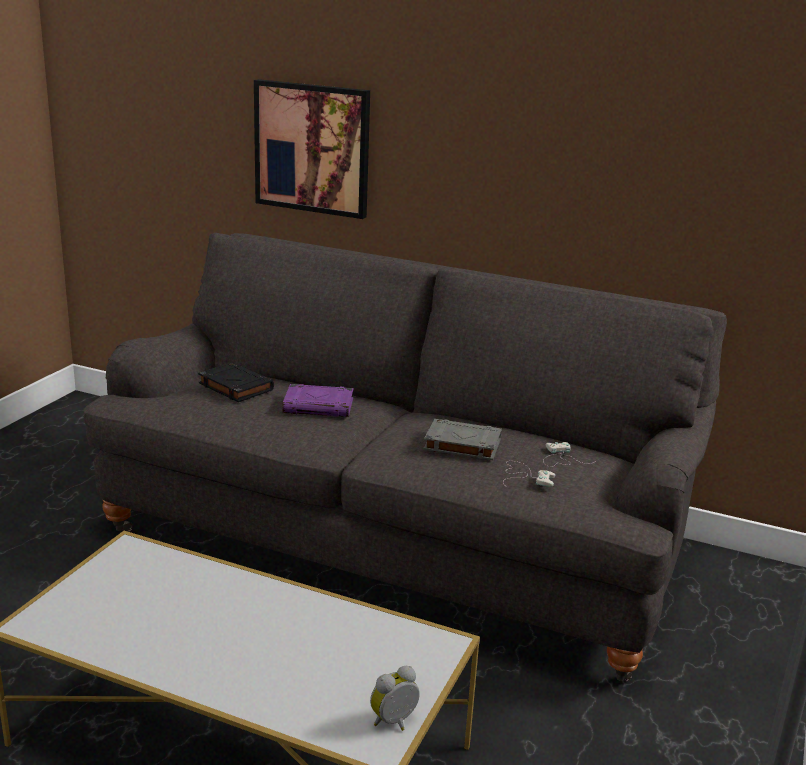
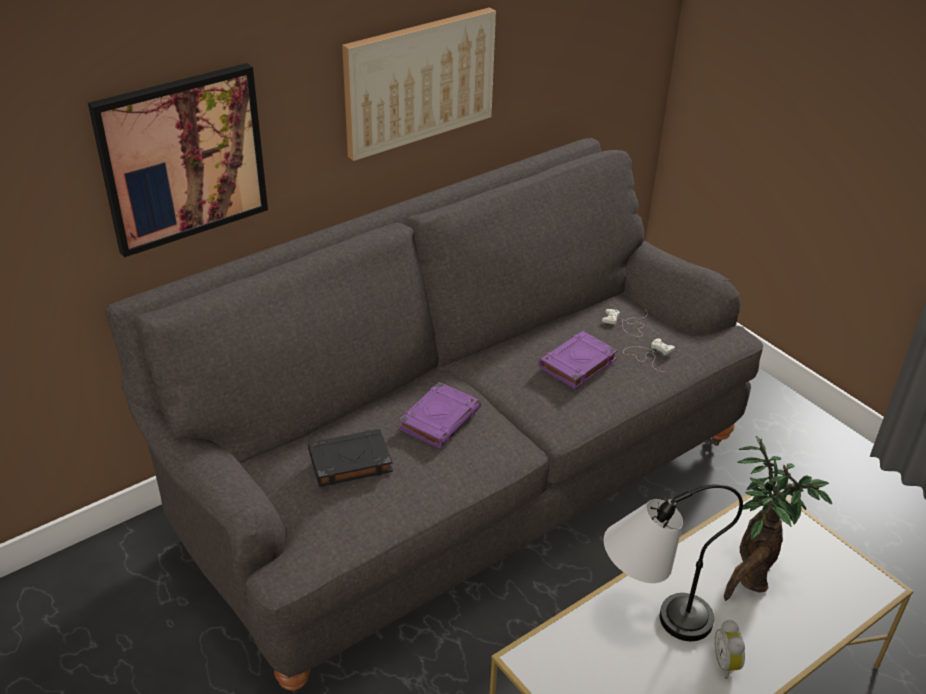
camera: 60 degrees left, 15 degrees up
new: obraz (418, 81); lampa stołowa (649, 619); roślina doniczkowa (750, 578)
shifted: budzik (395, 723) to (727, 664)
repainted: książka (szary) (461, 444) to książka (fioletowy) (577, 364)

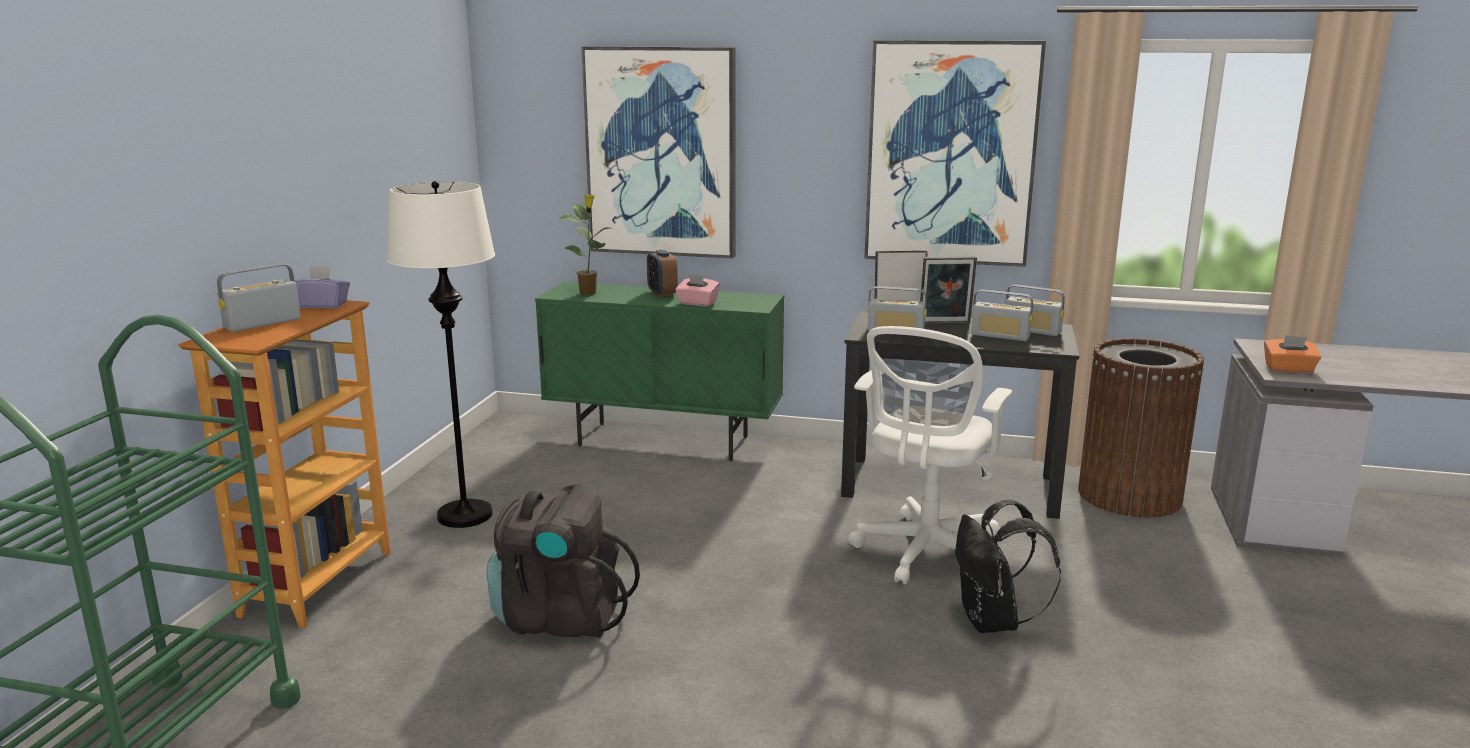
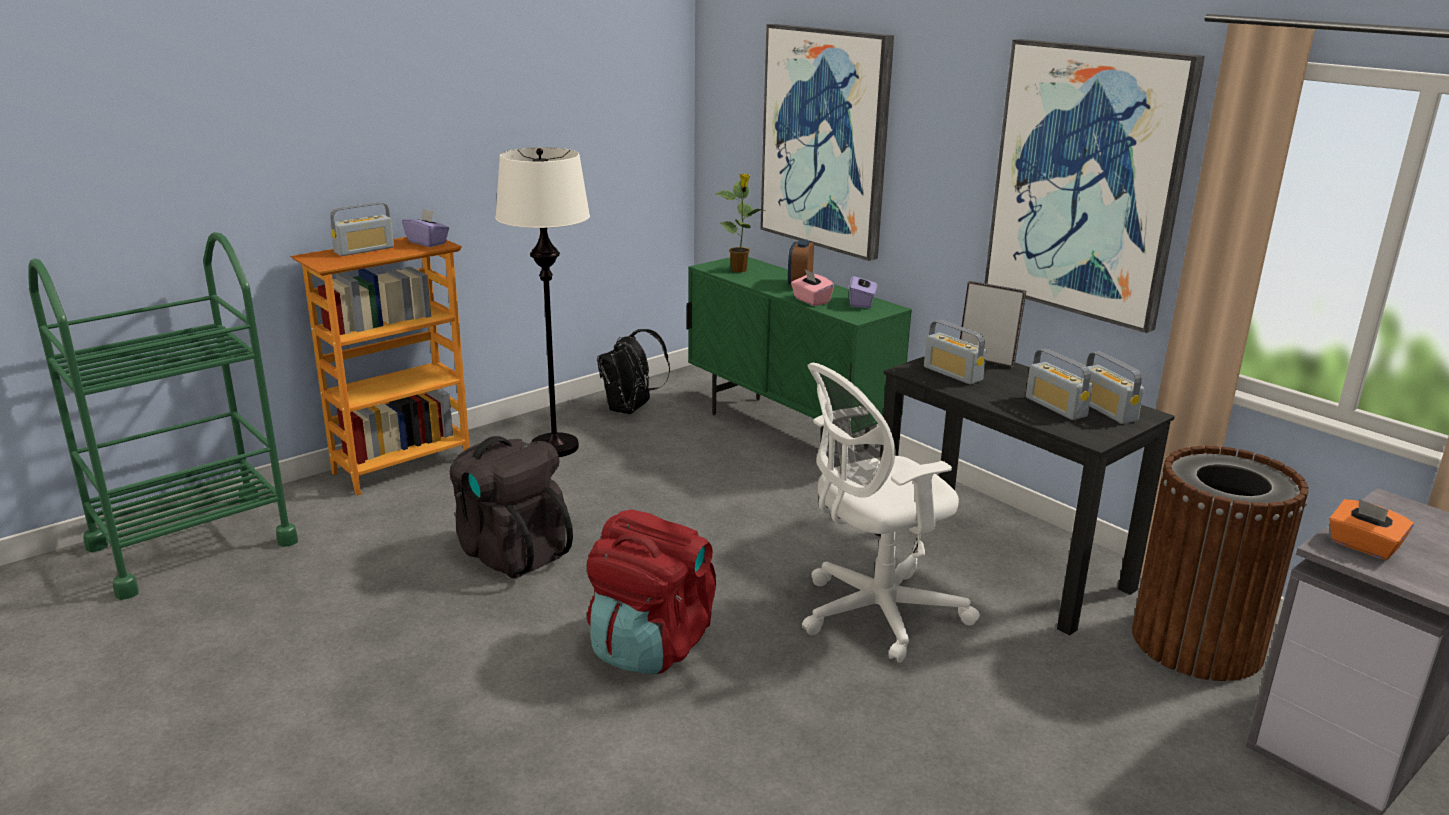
camera: 35 degrees right, 5 degrees up
gone: ramka na zdjęcie (945, 324)
new: plecak (czerwony) (650, 645); pudełko chusteczek (fioletowy) (862, 303)
shifted: plecak (czarny) (993, 622) to (630, 410)
rotated: radio (262, 323) = (364, 250) 150 degrees clockwise

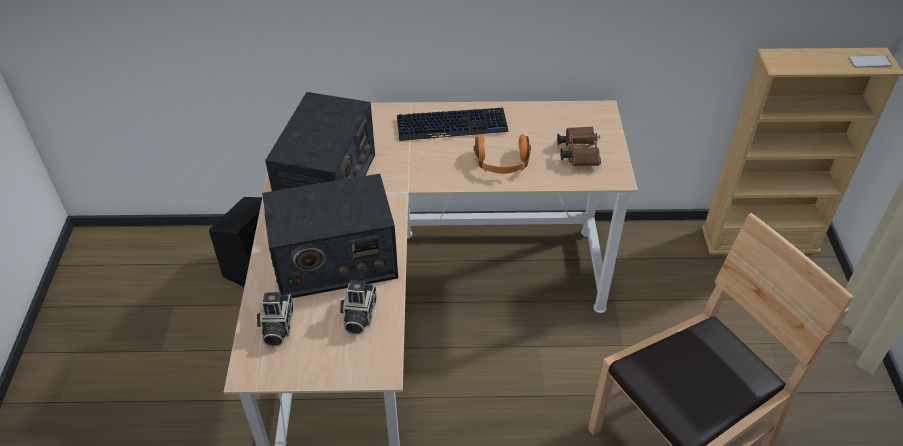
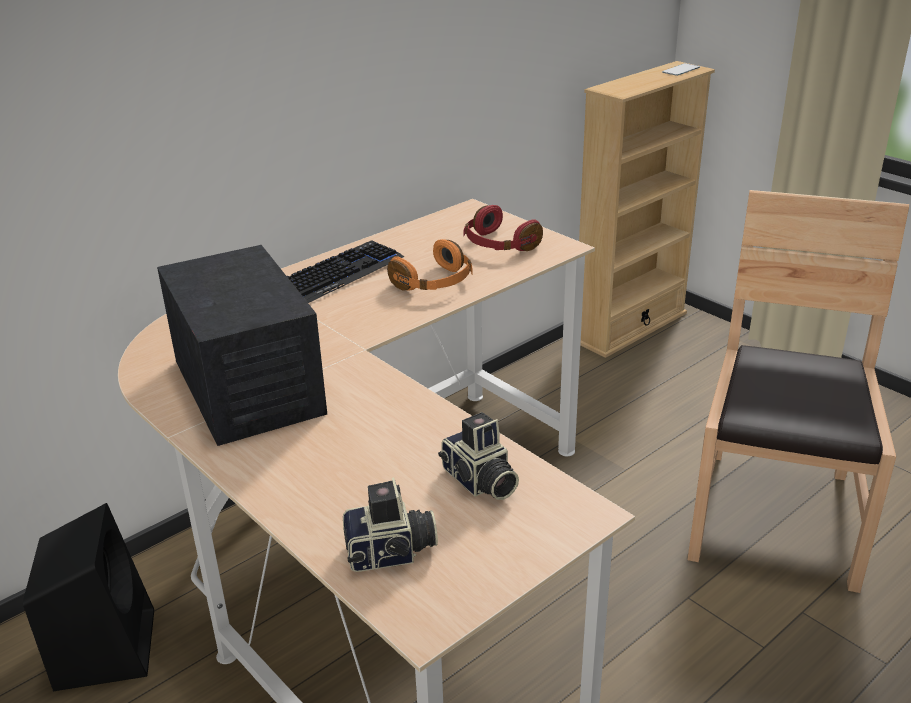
camera: 40 degrees left, 15 degrees down
gone: radio (334, 262)
swapped: lornetka (brązowy) (578, 153) to słuchawki (czerwony) (498, 245)
rotated: aparat fotograficzny (276, 327) = (391, 554) 60 degrees counterclockwise

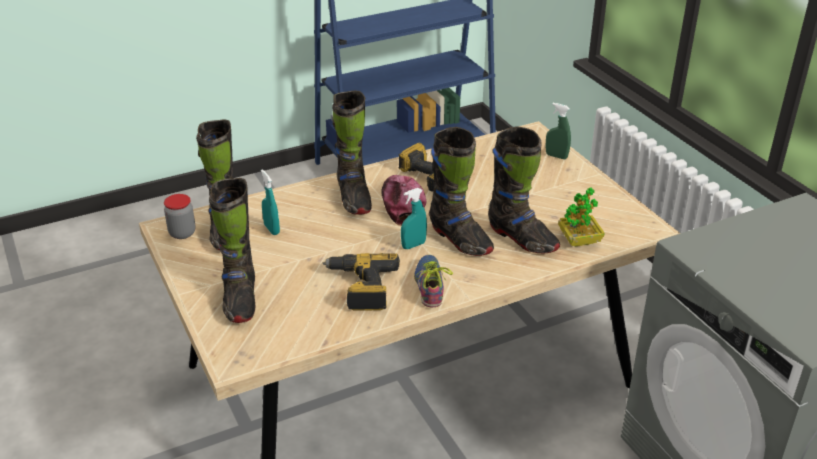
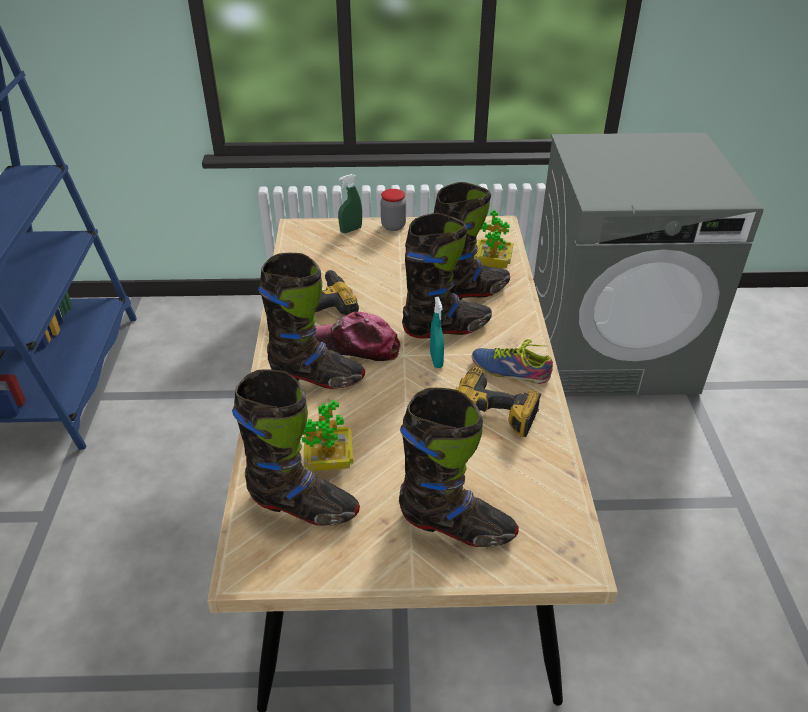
camera: 65 degrees left, 5 degrees up
shifted: słoik (182, 233) to (393, 226)
swapped: spryskiwacz (turkusowy) (271, 229) to roślina doniczkowa (329, 461)

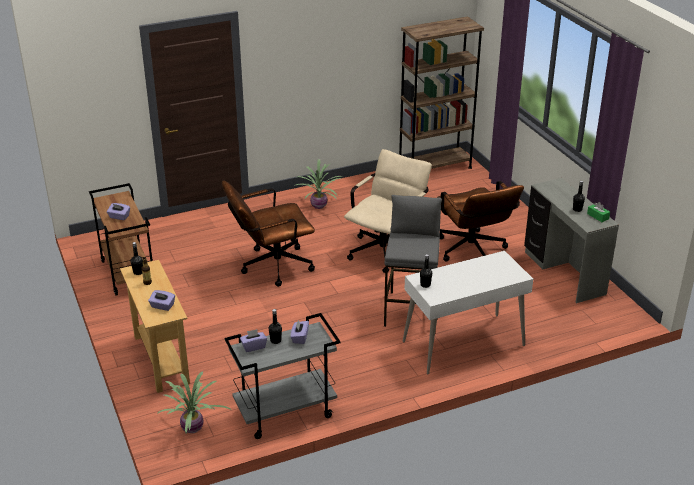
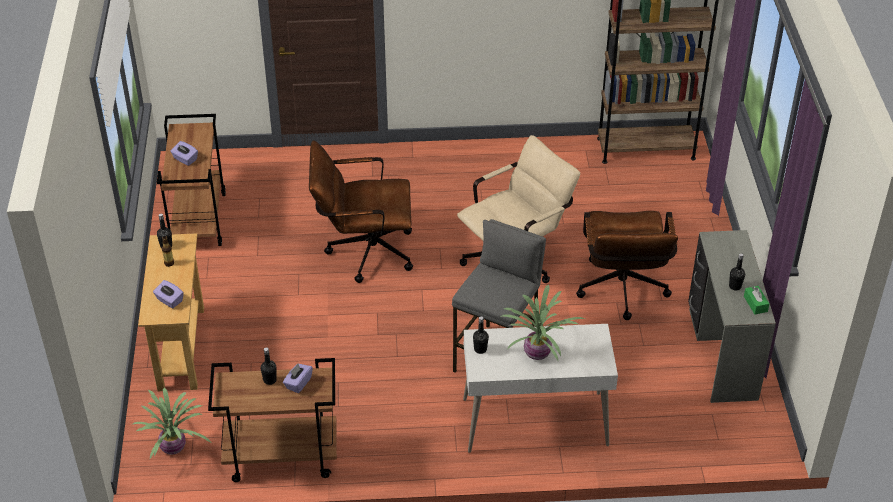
camera: 20 degrees right, 10 degrees up
gone: pudełko chusteczek (fioletowy) (253, 346)
shifted: roślina doniczkowa (320, 206) to (538, 354)
repainted: wózek (szary) (284, 413) to wózek (brązowy) (280, 458)

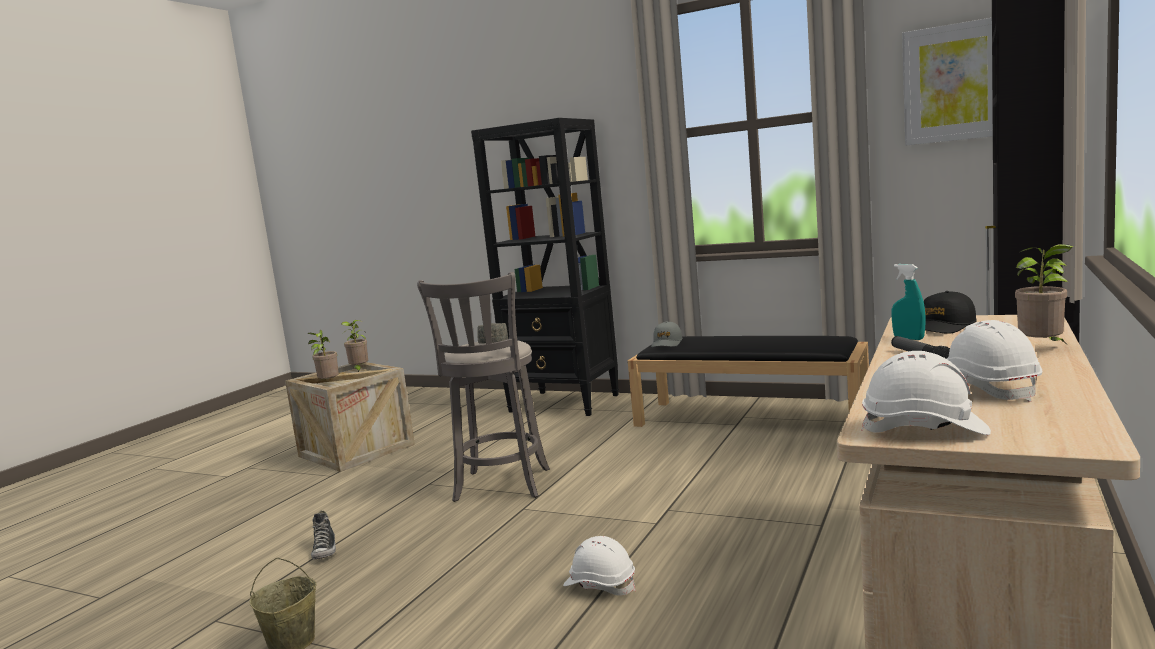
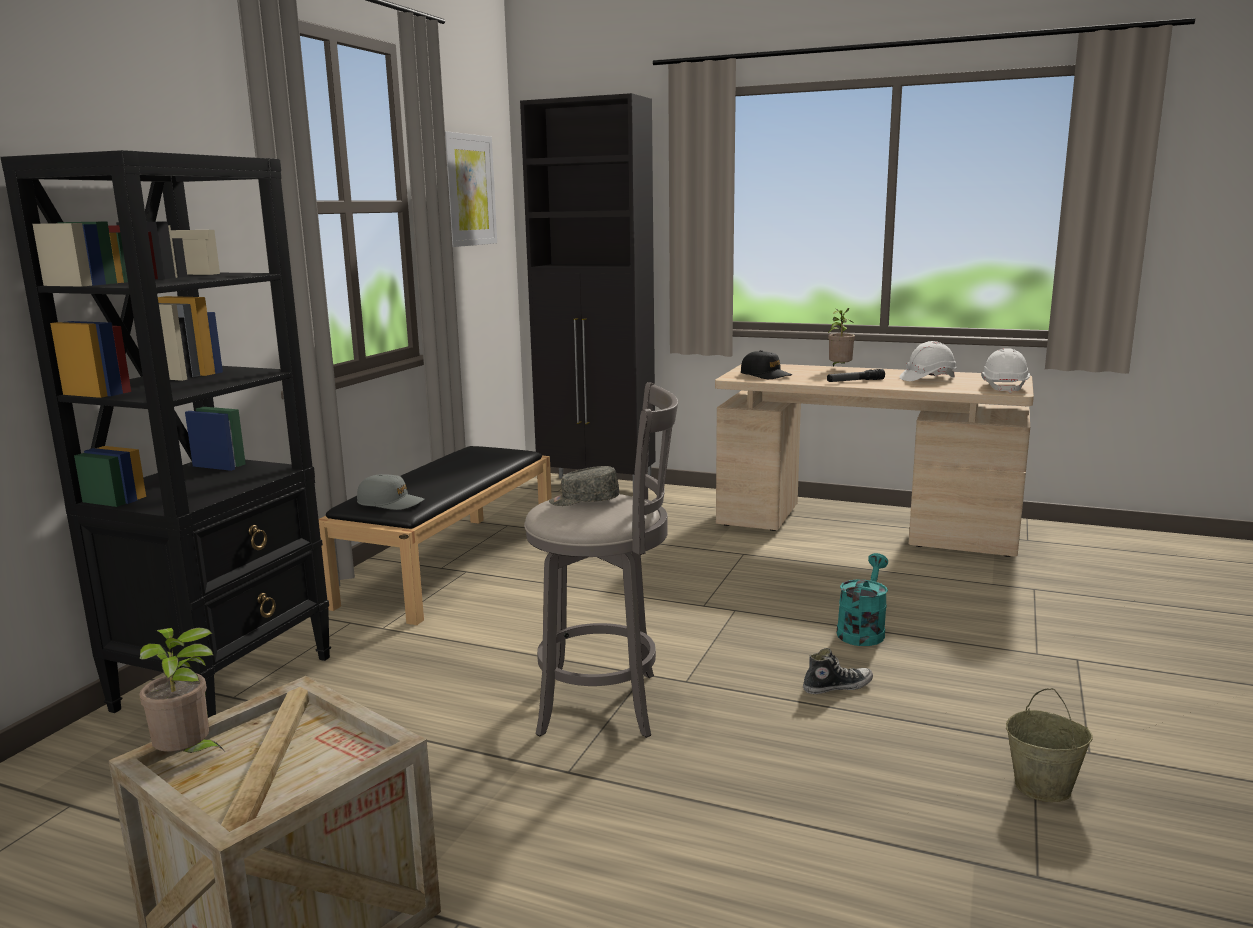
camera: 95 degrees left, 5 degrees up
gone: roślina doniczkowa (328, 384); spryskiwacz (turkusowy) (908, 338)
shifted: but (325, 550) to (837, 686)
swapped: kask (biały) (600, 585) to konewka (turkusowy) (862, 630)

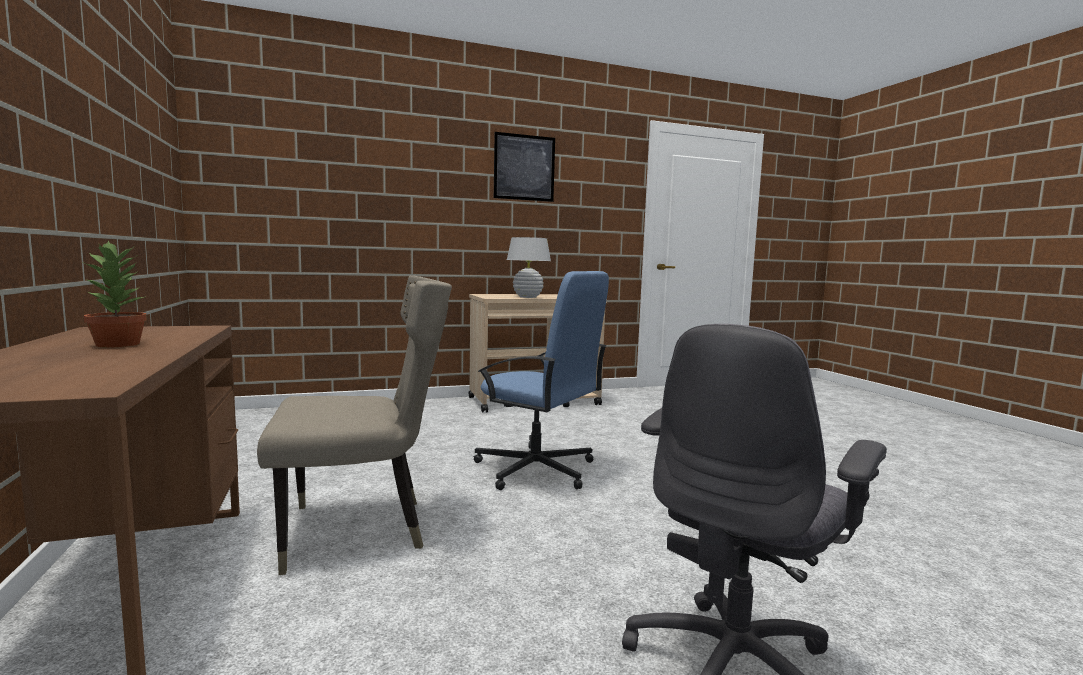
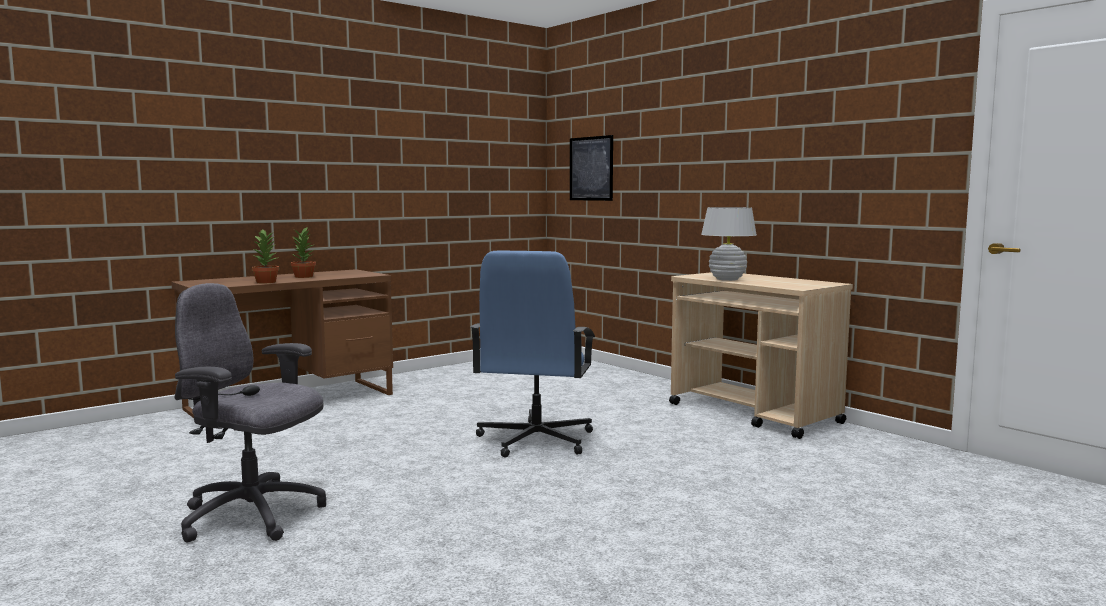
camera: 70 degrees right, 0 degrees up
gone: krzesło (beżowy) (362, 530)
new: roślina doniczkowa (266, 282)
shifted: obraz (524, 167) to (591, 168)

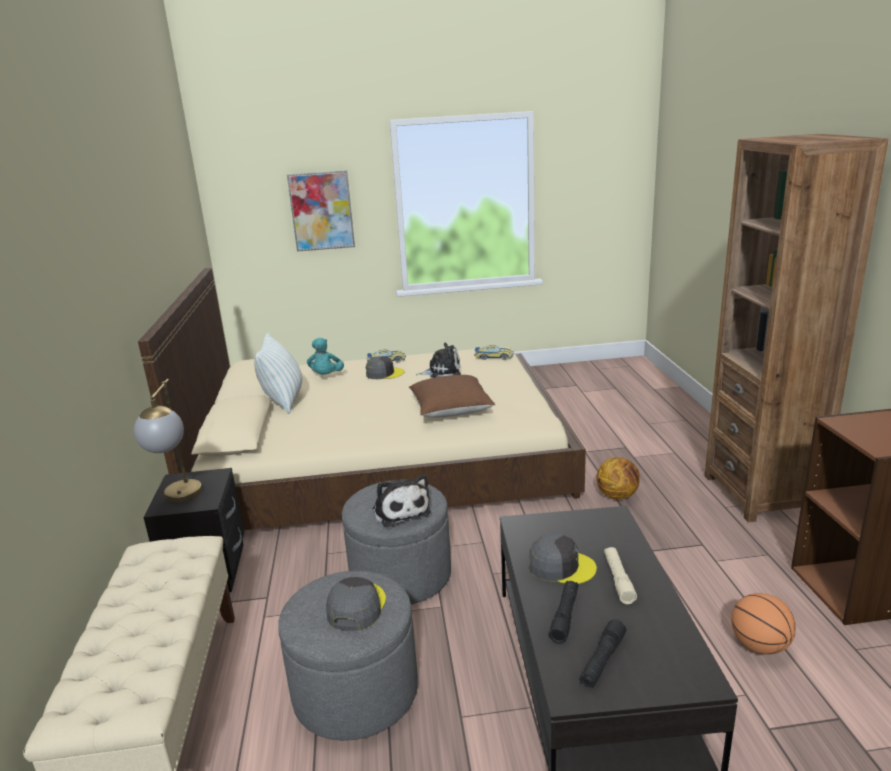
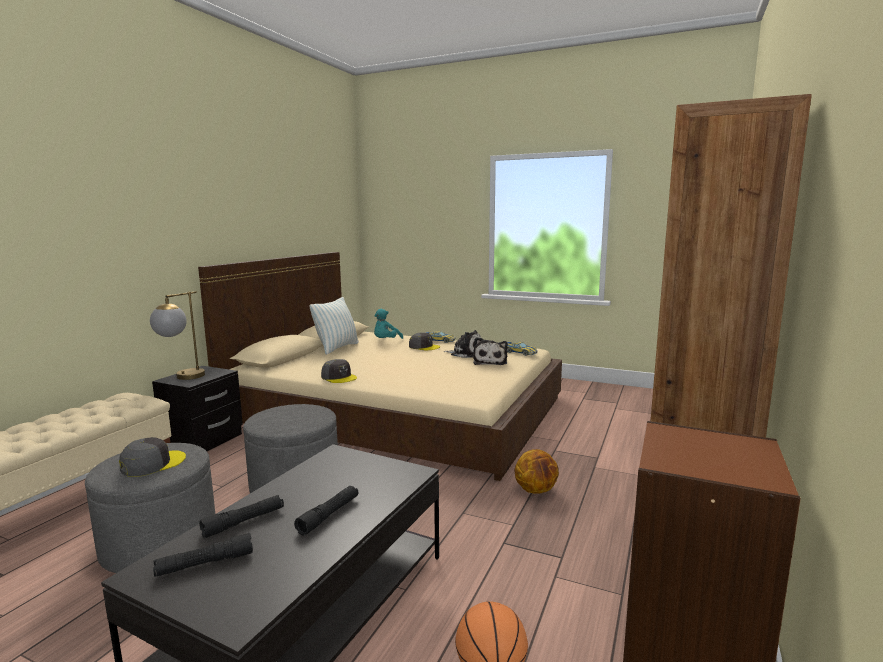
camera: 30 degrees right, 10 degrees down
gone: obraz (321, 211); poduszka (brązowy) (451, 410)
shifted: pluszak (400, 510) to (490, 362); czapka z daszkiem (szary) (561, 566) to (339, 377)
repainted: latarka (beżowy) (618, 580) to latarka (czarny) (329, 515)

